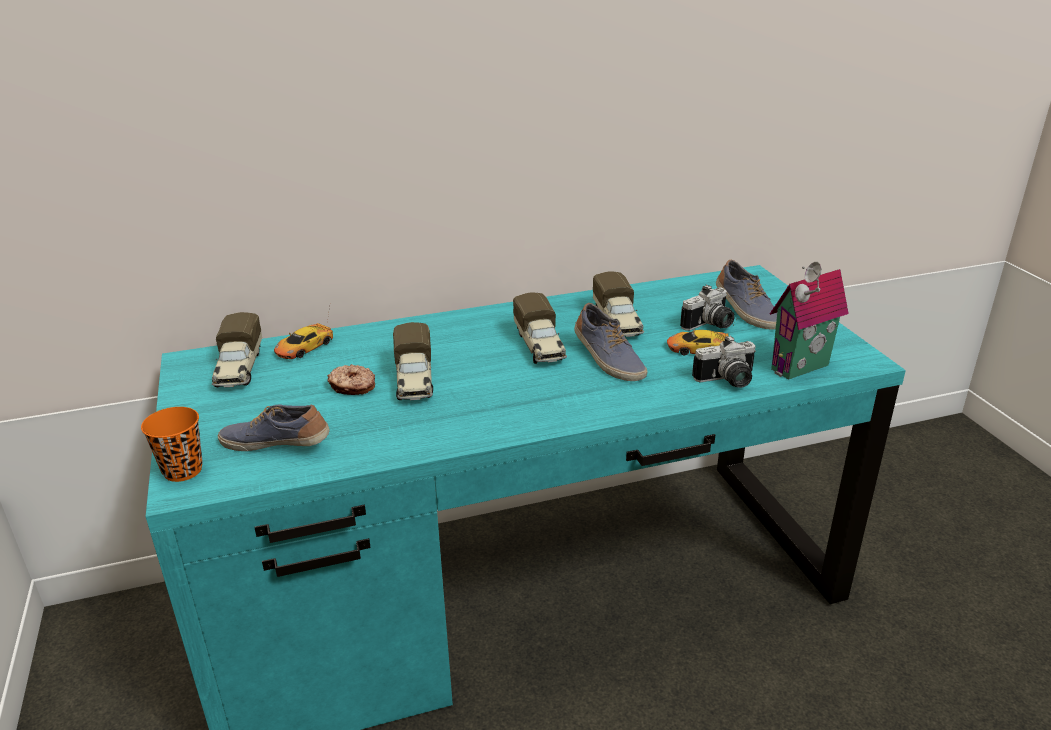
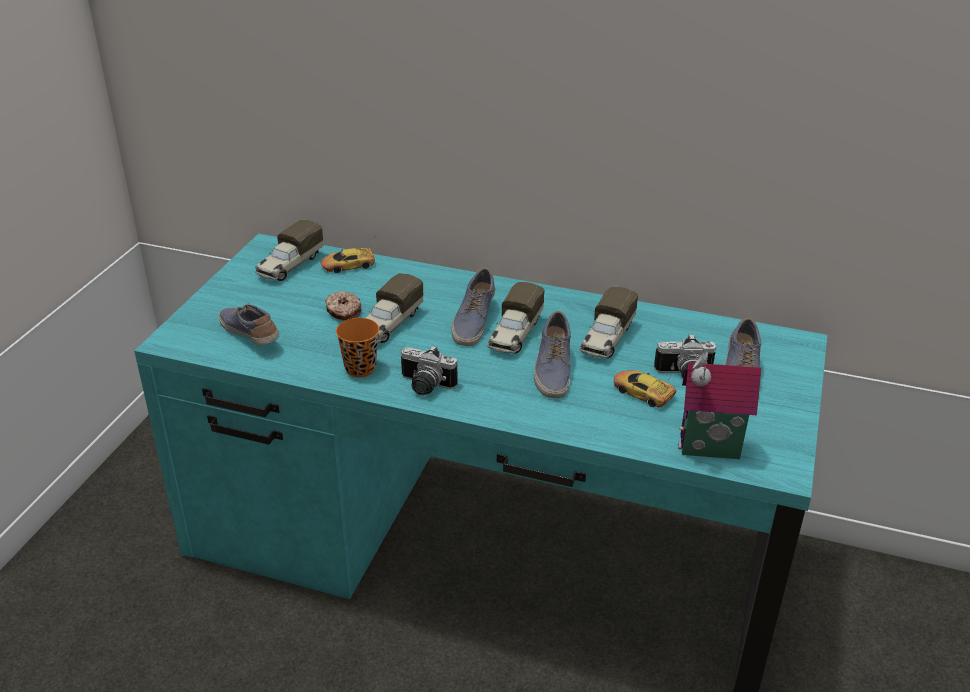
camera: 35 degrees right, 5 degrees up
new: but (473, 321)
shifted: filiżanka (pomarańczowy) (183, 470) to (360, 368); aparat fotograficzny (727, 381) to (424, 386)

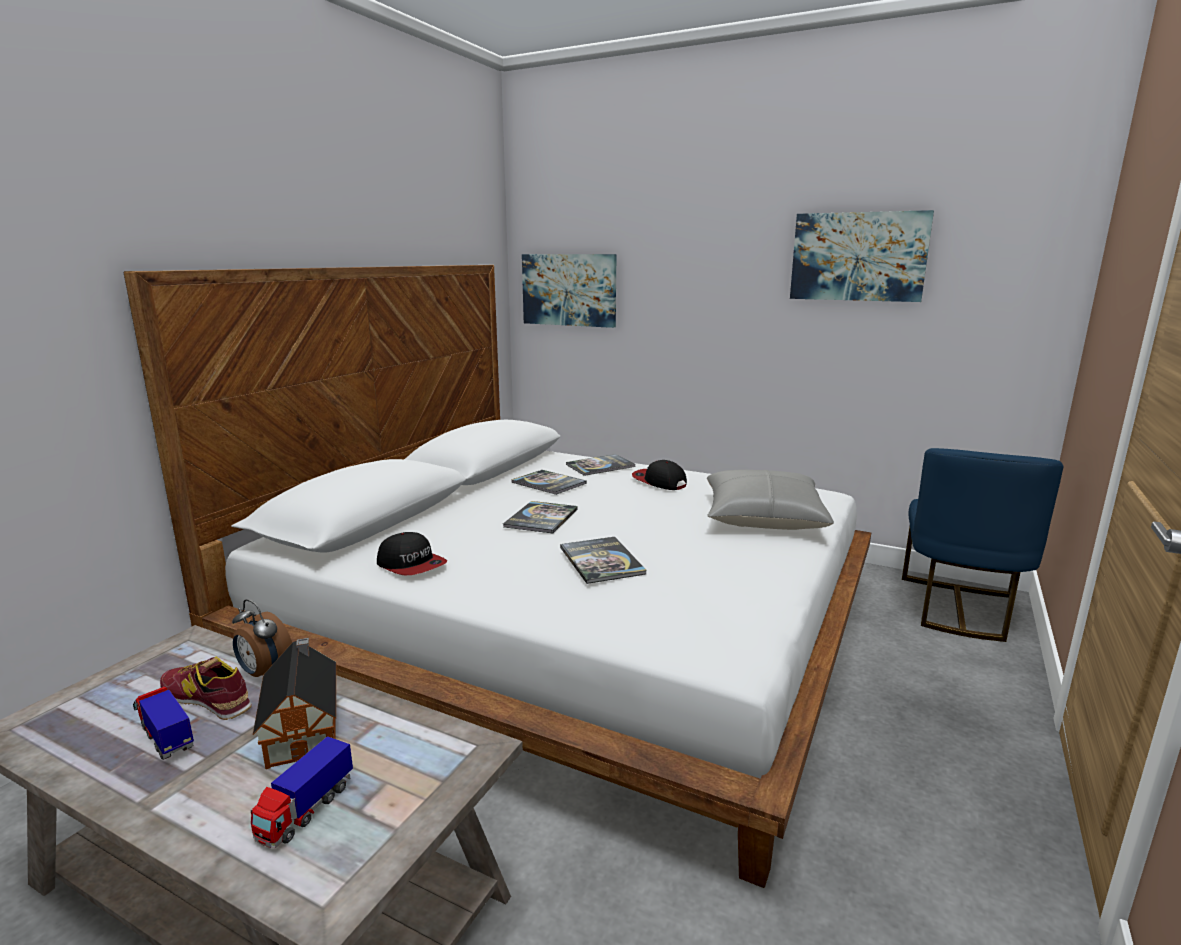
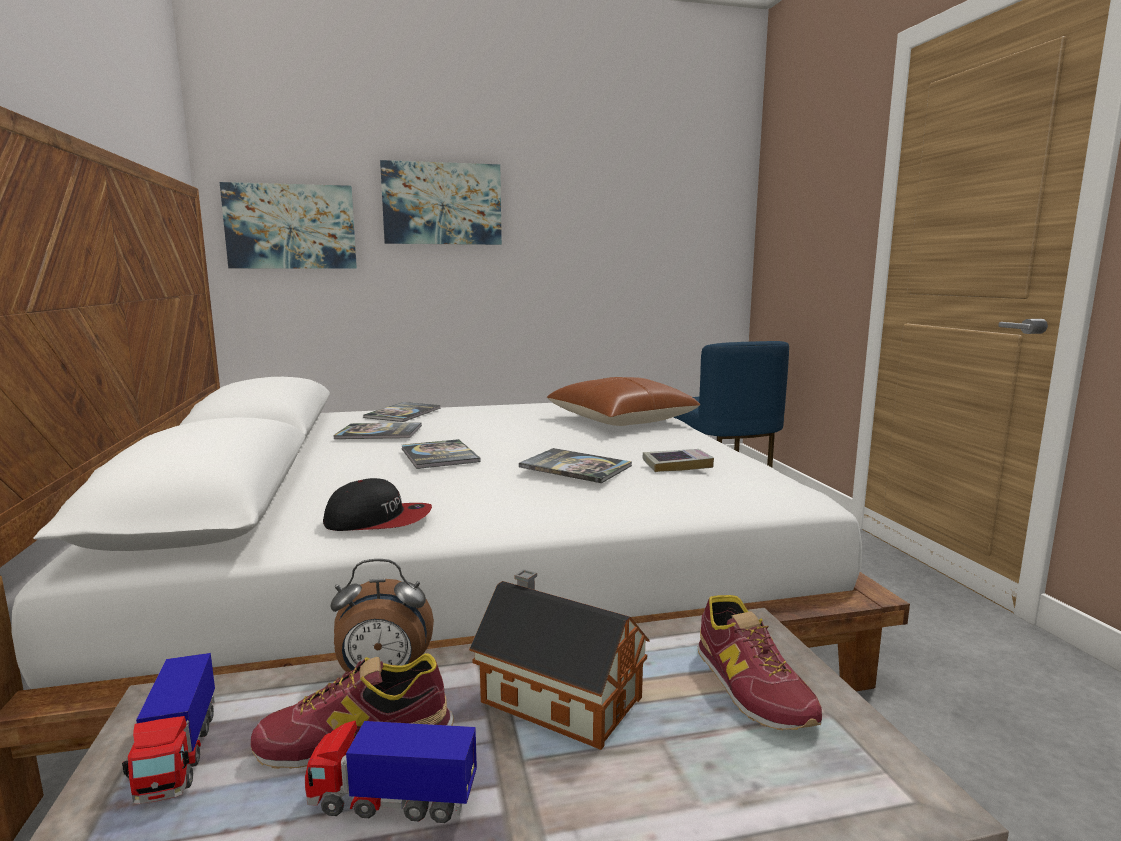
camera: 40 degrees left, 5 degrees down
gone: czapka z daszkiem (659, 482)
new: książka (677, 465); but (751, 686)
shifted: ciężarówka zabawkowa (305, 811) to (178, 755); obraz (858, 257) to (442, 204)
repainted: poduszka (szary) (763, 518) to poduszka (brązowy) (621, 420)

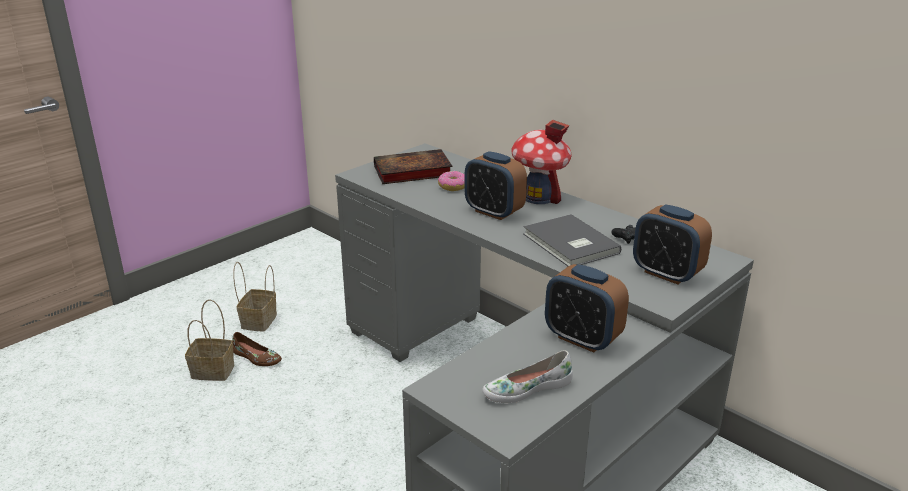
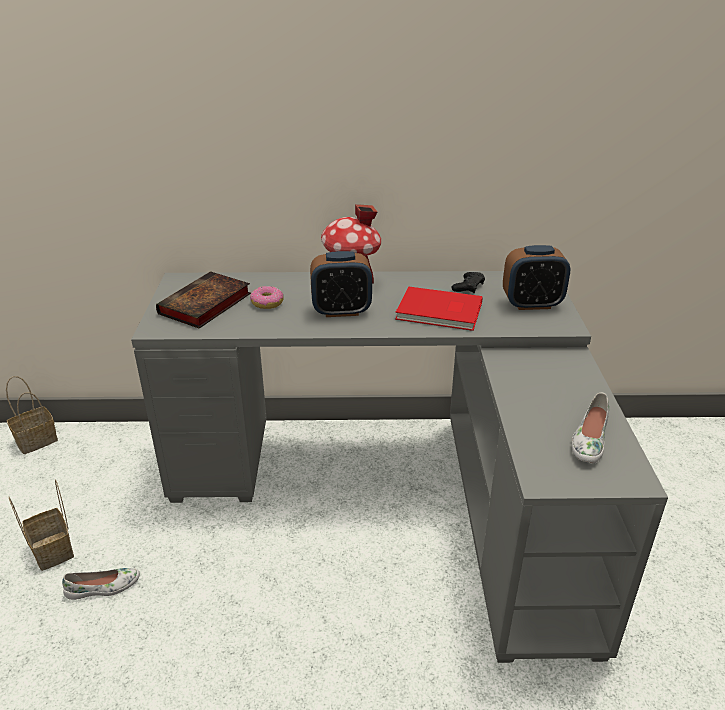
camera: 45 degrees left, 5 degrees up
gone: budzik (582, 339)
shifted: koszyk (214, 370) to (37, 440)
repainted: but (brązowy) (256, 358) to but (biały) (103, 588); książka (szary) (569, 244) to książka (czerwony) (440, 312)

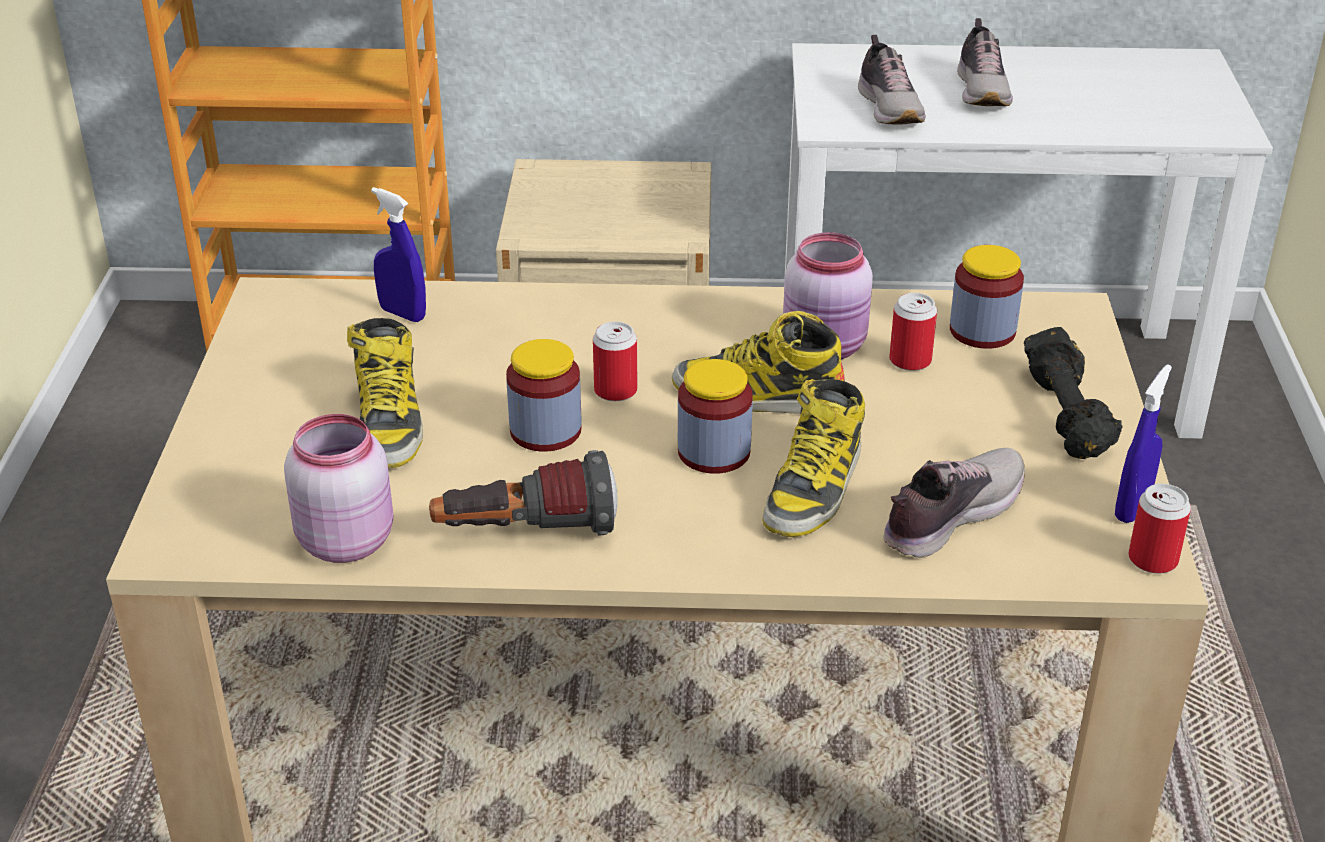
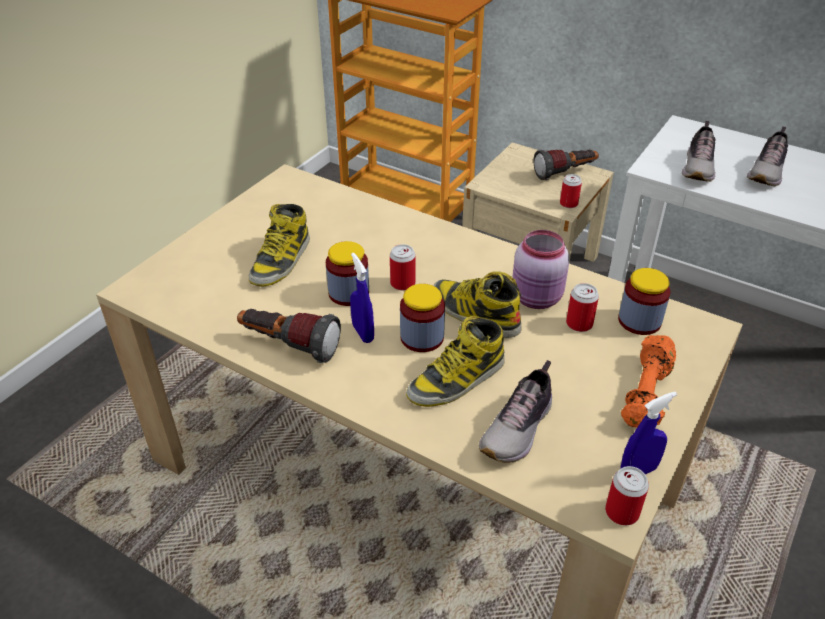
camera: 30 degrees right, 5 degrees up
gone: słoik (różowy) (345, 539)
new: latarka (565, 173); puszka (568, 204)
shifted: spryskiwacz (niebieski) (402, 314) to (363, 333)
repainted: hantel (czarny) (1068, 415) to hantel (pomarańczowy) (647, 394)
rotated: but (949, 516) = (518, 429) 135 degrees clockwise

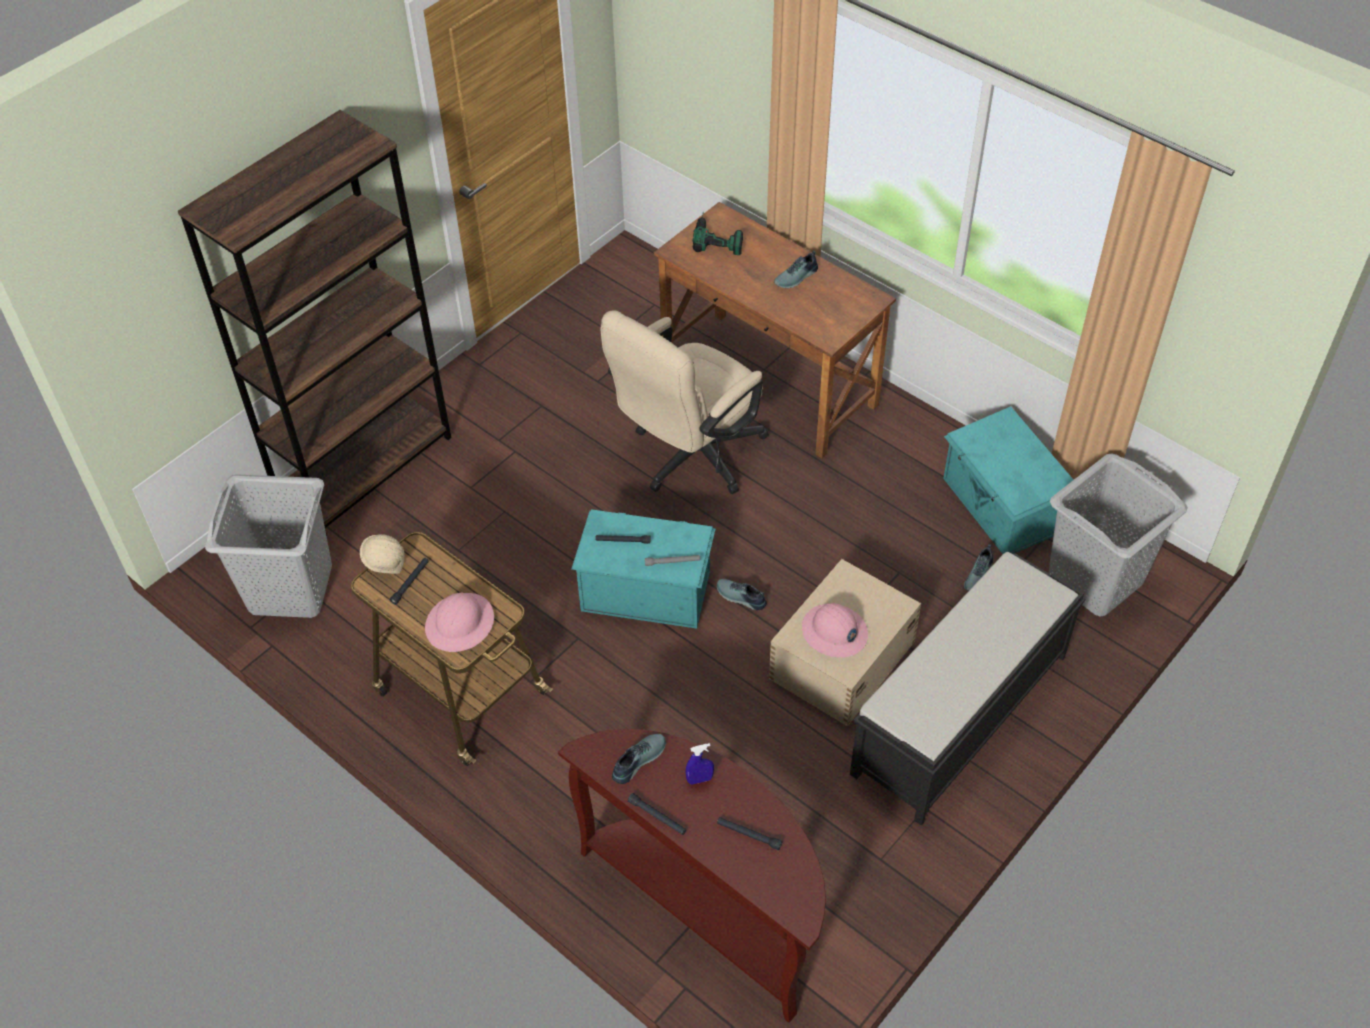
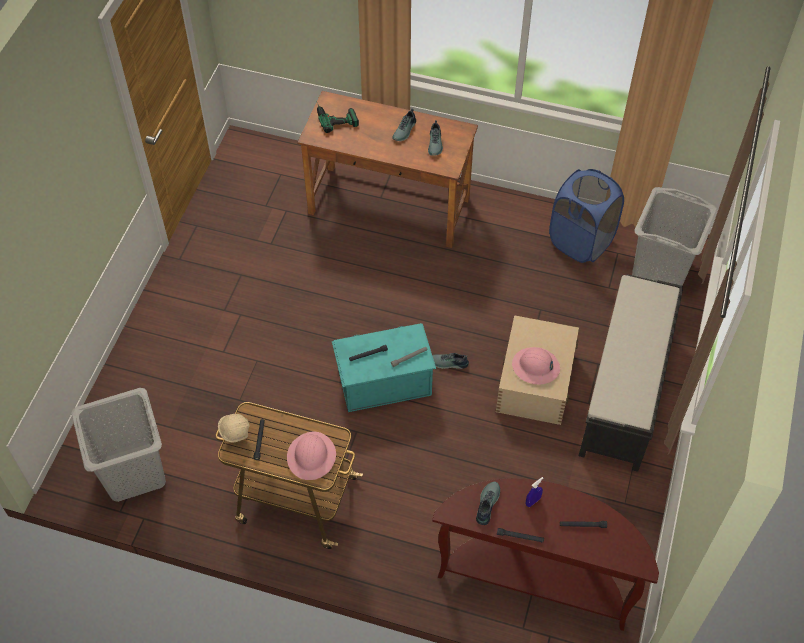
camera: 25 degrees left, 5 degrees up
gone: regał (brązowy) (365, 469); krzesło biurowe (beżowy) (689, 458)
shifted: but (980, 575) to (436, 143)
swapped: pojemnik do przechowywania (turkusowy) (1001, 506) to kosz na pranie (niebieski) (581, 241)

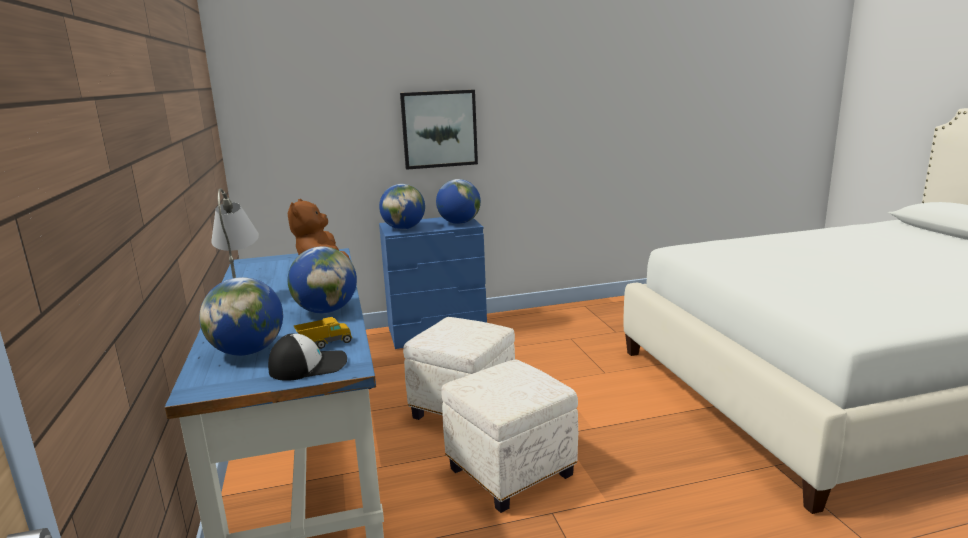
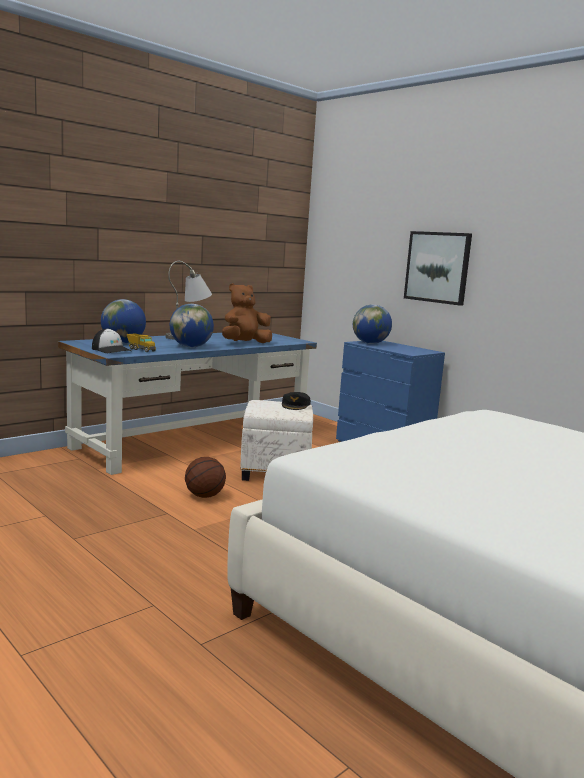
camera: 60 degrees right, 5 degrees down
gone: globus (459, 223)
new: czapka z daszkiem (czarny) (296, 405)
swapped: pufa (biały) (510, 473) to piłka do koszykówki (204, 496)

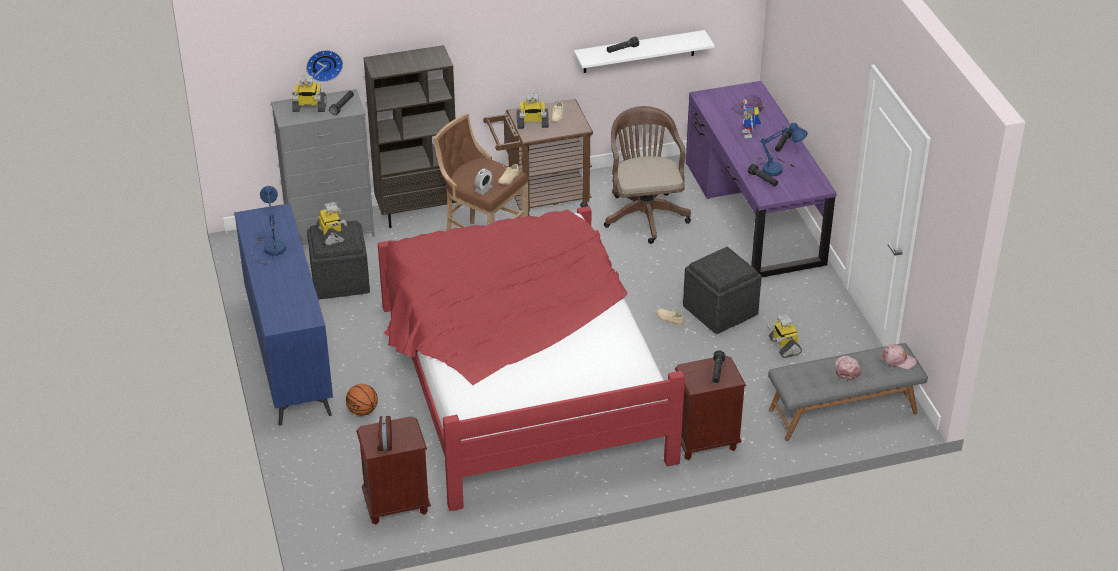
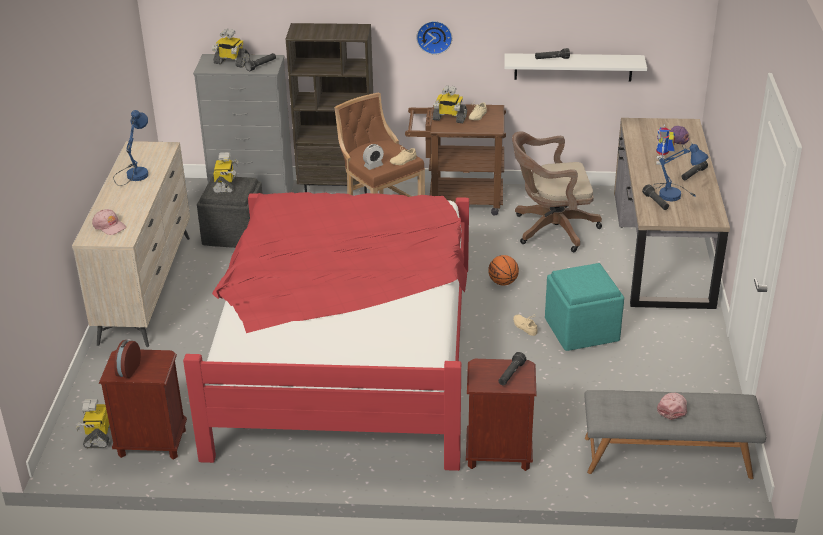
camera: 20 degrees right, 5 degrees down
shifted: zegar ścienny (324, 64) to (434, 36); piłka do koszykówki (362, 411) to (503, 282); robot zabawkowy (783, 346) to (99, 435); czapka z daszkiem (różowy) (898, 360) to (109, 226)
repainted: komoda (niebieski) (290, 356) to komoda (beżowy) (147, 288); pufa (szary) (721, 310) to pufa (turkusowy) (582, 330); biurko (fioletowy) (754, 213) to biurko (brązowy) (661, 248)
rotated: krzesło biurowe (brązowy) (644, 214) = (550, 229) 105 degrees counterclockwise

